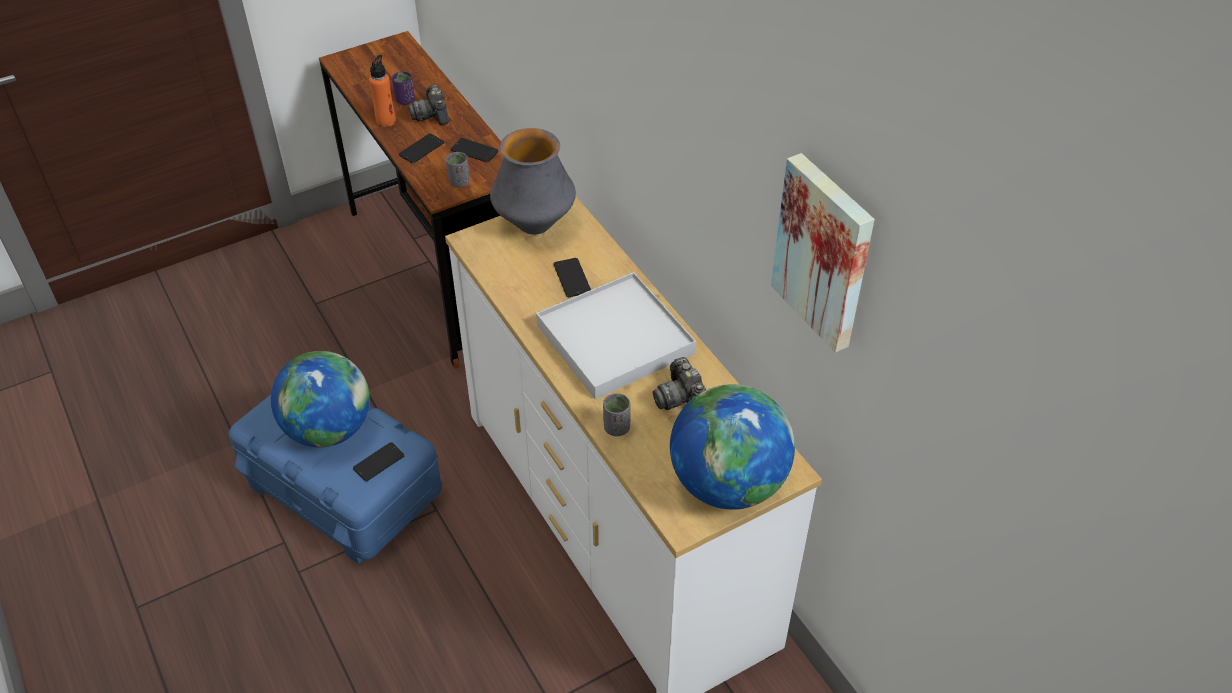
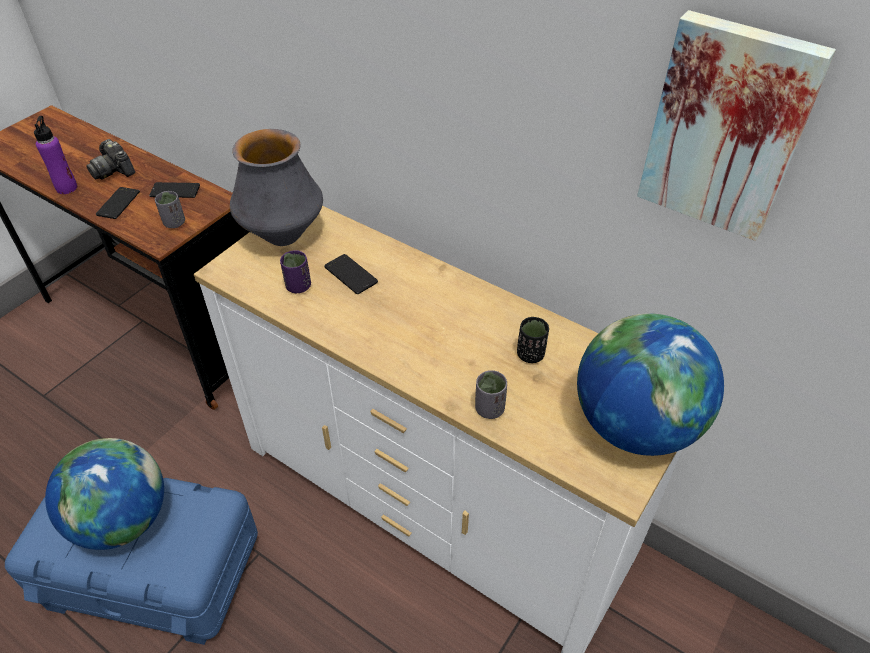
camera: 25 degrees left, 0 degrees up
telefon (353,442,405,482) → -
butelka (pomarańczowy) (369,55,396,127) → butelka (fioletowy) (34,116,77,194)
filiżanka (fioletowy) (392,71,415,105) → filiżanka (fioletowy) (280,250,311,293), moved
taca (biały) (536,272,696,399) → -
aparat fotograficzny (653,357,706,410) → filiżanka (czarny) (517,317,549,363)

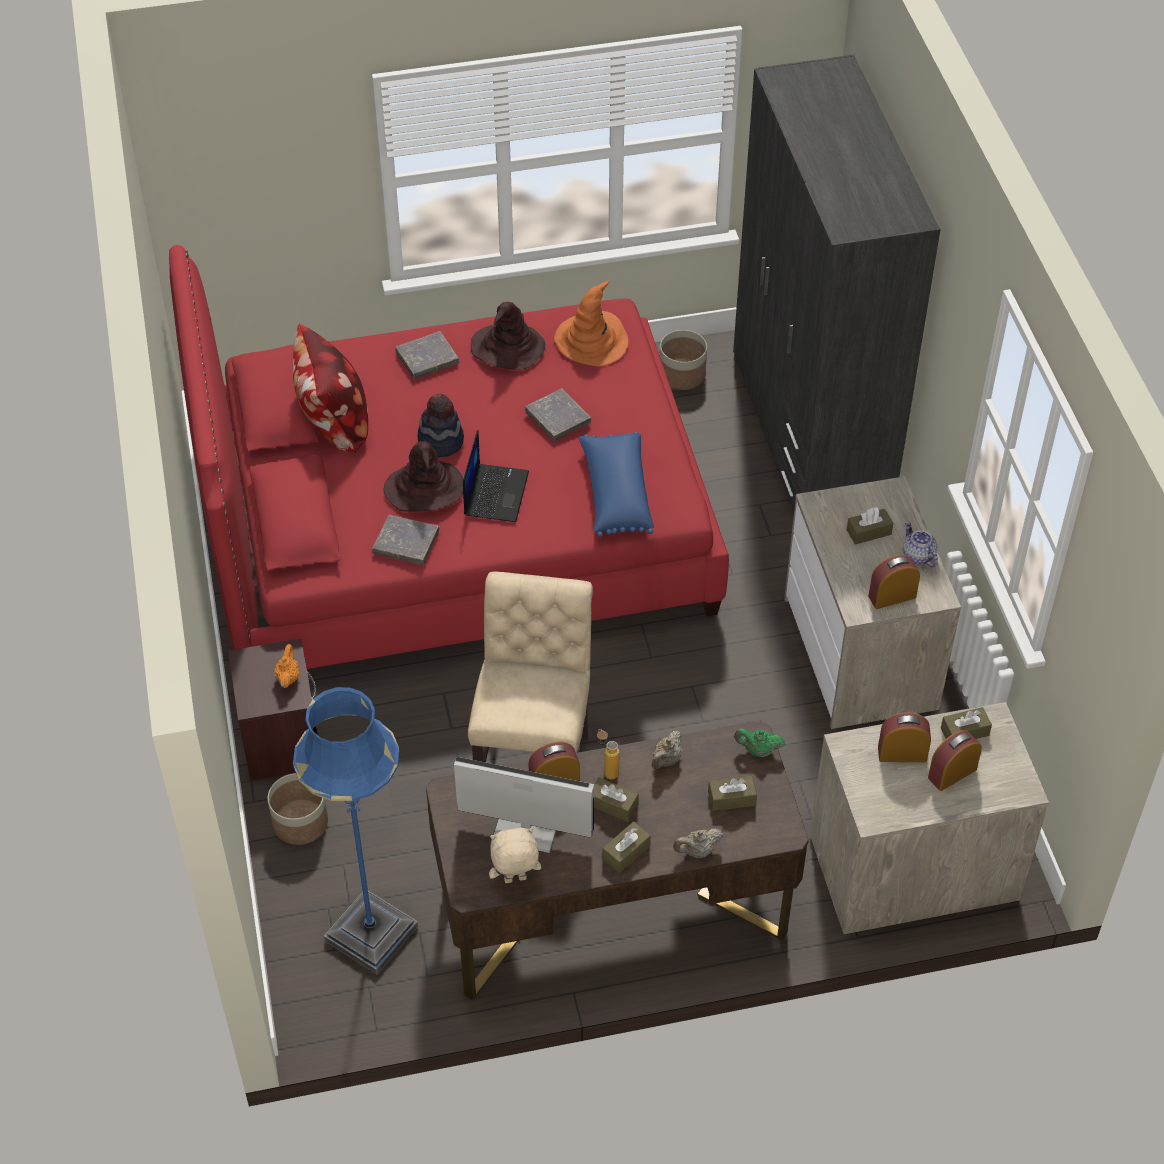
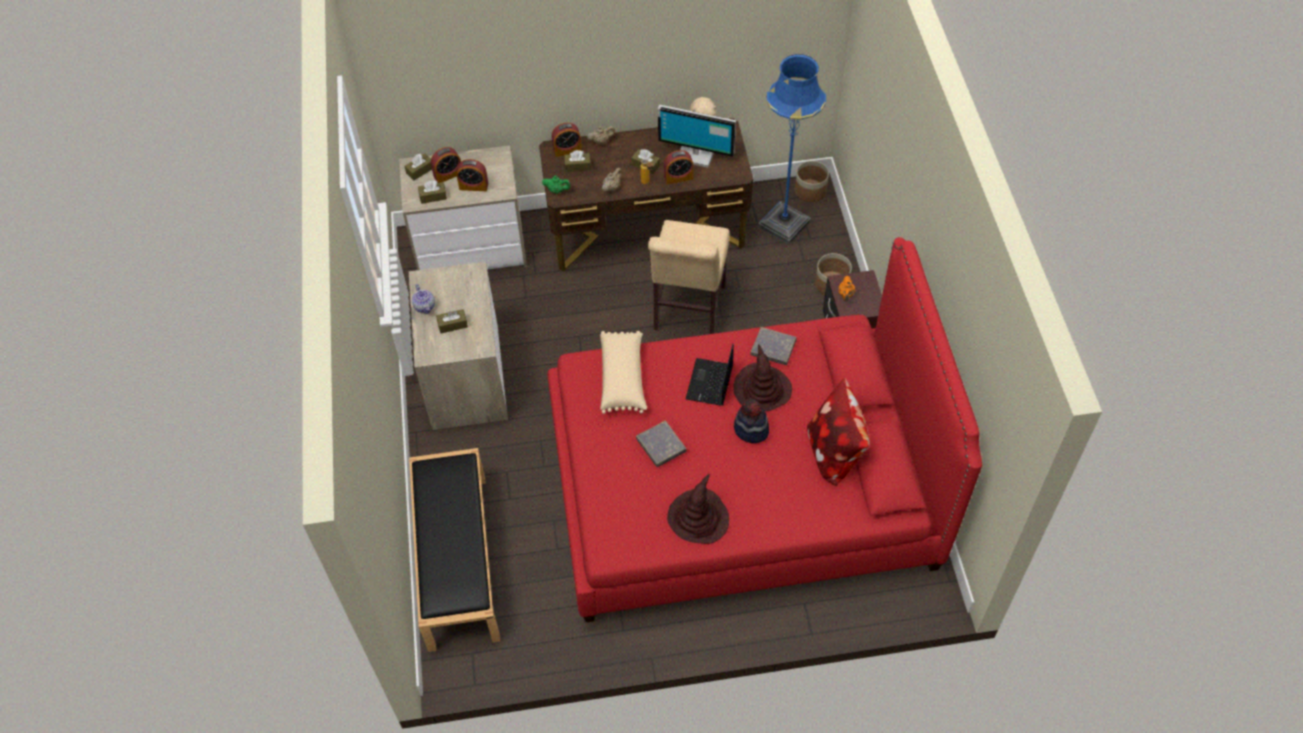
camera: 175 degrees left, 5 degrees up
książka (szary) (395,331,459,379) → -
kapelusz (pomarańczowy) (554,280,629,366) → -
poduszka (niebieski) (579,432,654,537) → poduszka (beżowy) (600,331,647,414)
pudełko chusteczek (brązowy) (602,821,651,873) → pudełko chusteczek (brązowy) (405,154,432,180), moved
donica (660,330,707,390) → donica (795,161,829,202), moved
szafa (szary) (733,55,941,512) → ławka (czarny) (409,448,500,652)
budzik (868,555,920,609) → budzik (552,123,582,157), moved

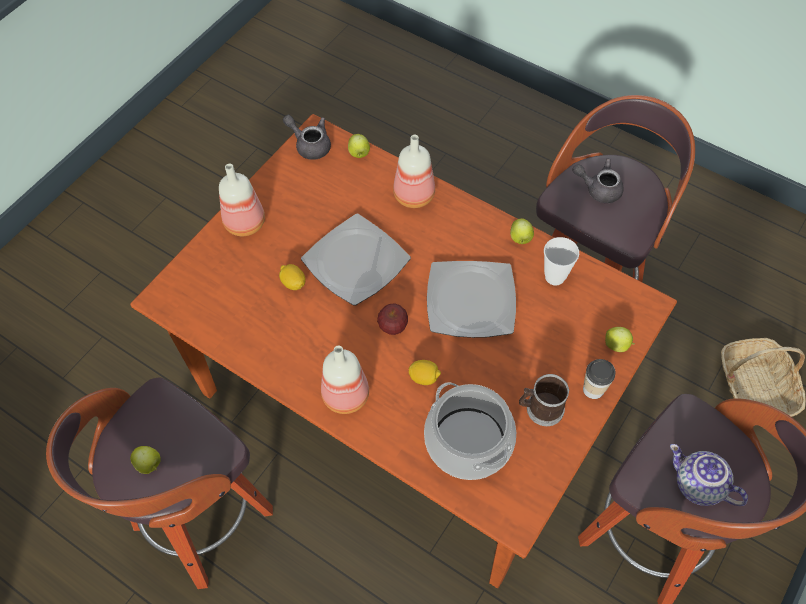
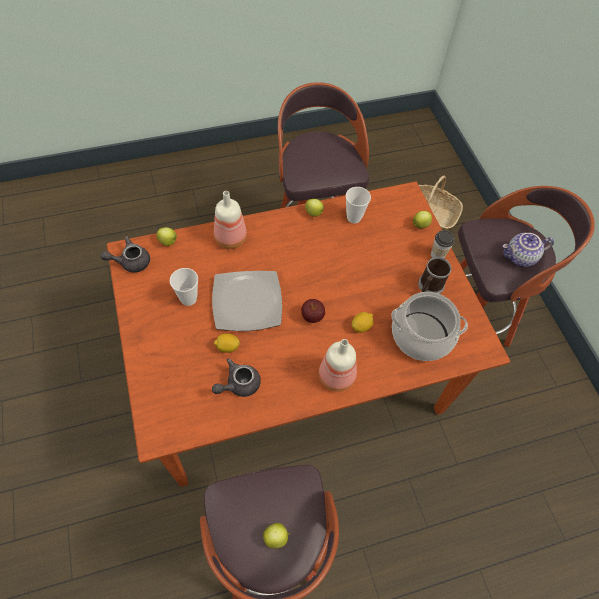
camera: 55 degrees left, 0 degrees up
butelka (219,164,265,236) → -
talerz (427,261,516,338) → -
imbryk (szary) (572,159,624,203) → imbryk (szary) (212,358,261,397), moved
- → filiżanka (170,268,198,306)

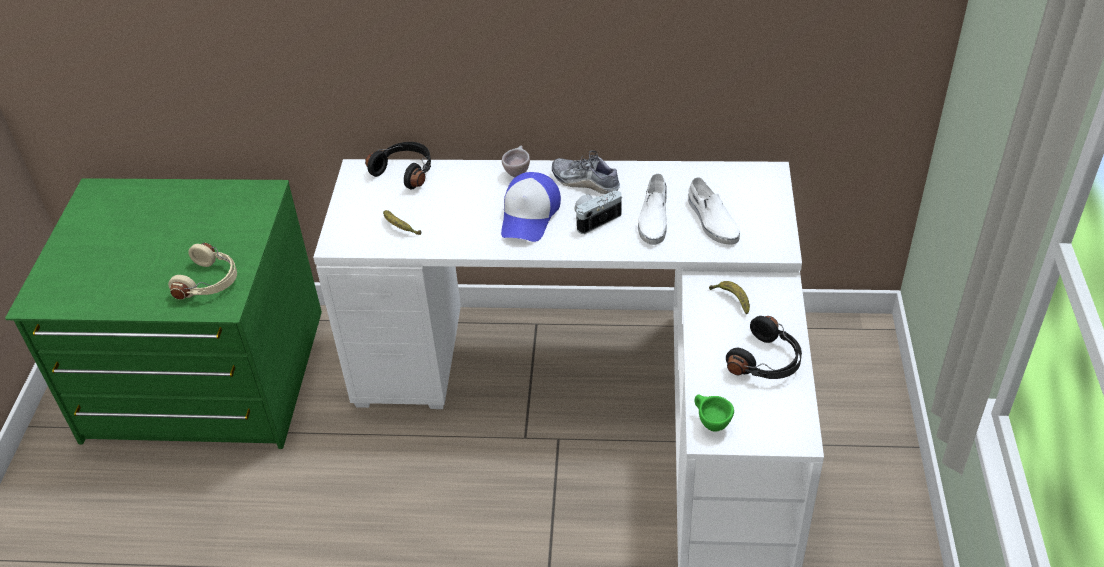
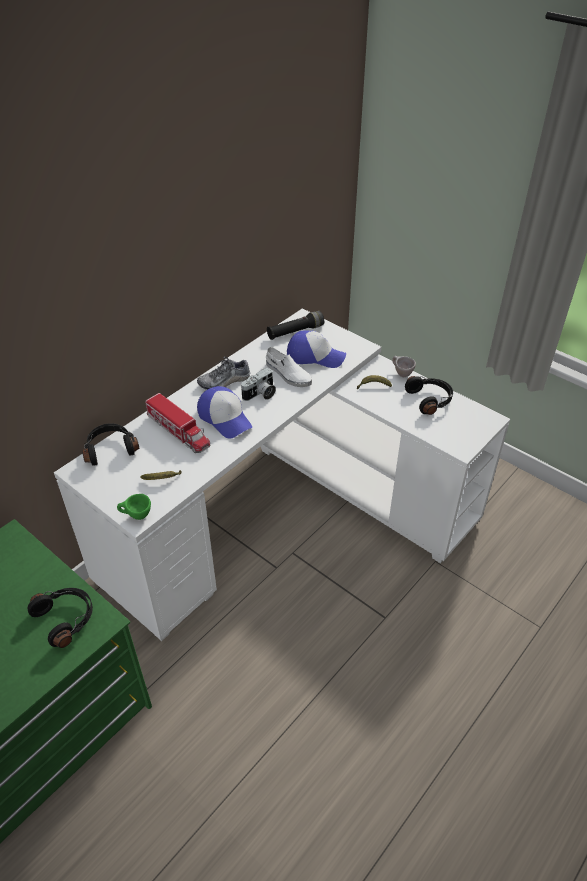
camera: 55 degrees left, 0 degrees up
słuchawki (beżowy) (168,243,237,300) → słuchawki (czarny) (28,588,93,648)
filiżanka (beżowy) (502,145,530,177) → filiżanka (beżowy) (392,356,416,377), moved
aparat fotograficzny (574,191,622,234) → aparat fotograficzny (241,368,276,401), 135 degrees counterclockwise
but (biały) (688,177,740,245) → czapka z daszkiem (287,330,346,368)
filiżanka (zielony) (694,395,734,432) → filiżanka (zielony) (117,494,151,520), moved
- → ciężarówka zabawkowa (145,393,210,453)
- → latarka (czarny) (267,311,324,340)

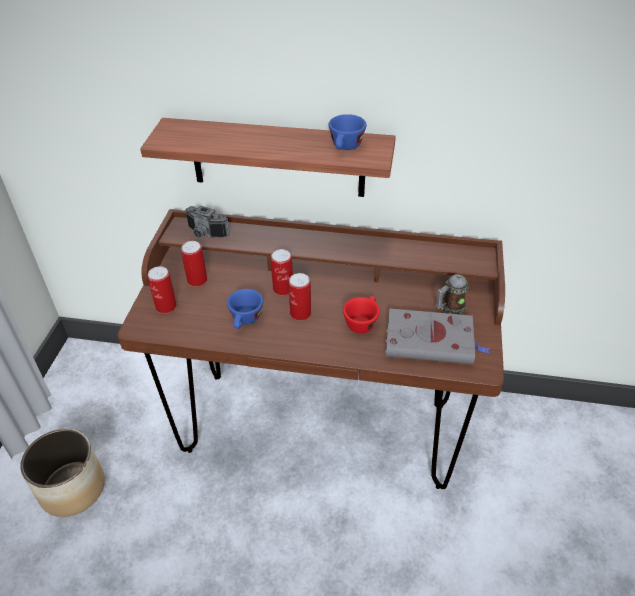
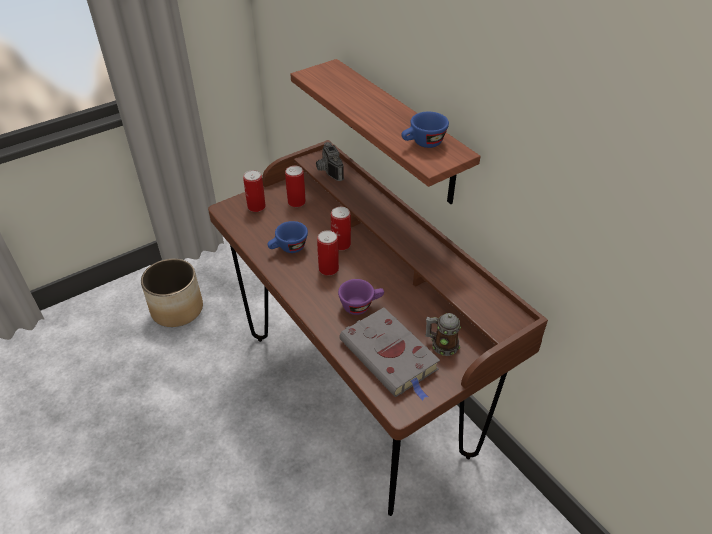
camera: 45 degrees right, 0 degrees up
filiżanka (czerwony) (343,296,380,334) → filiżanka (fioletowy) (338,279,384,315)

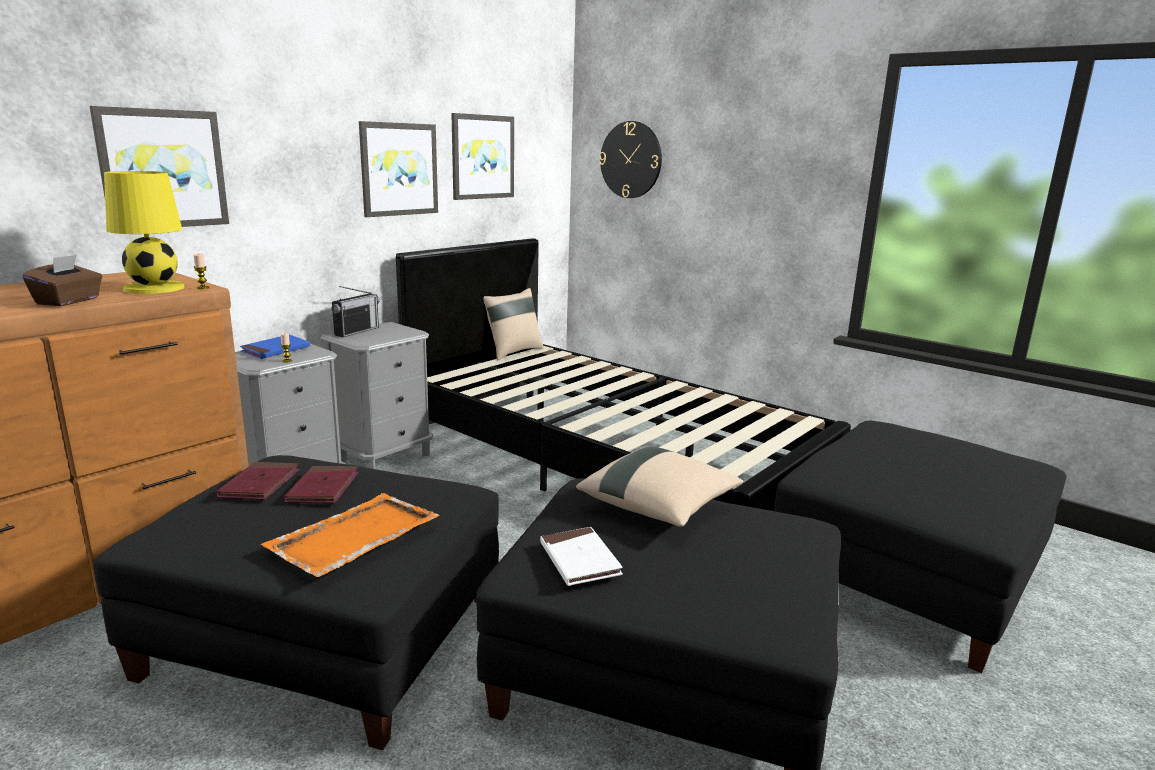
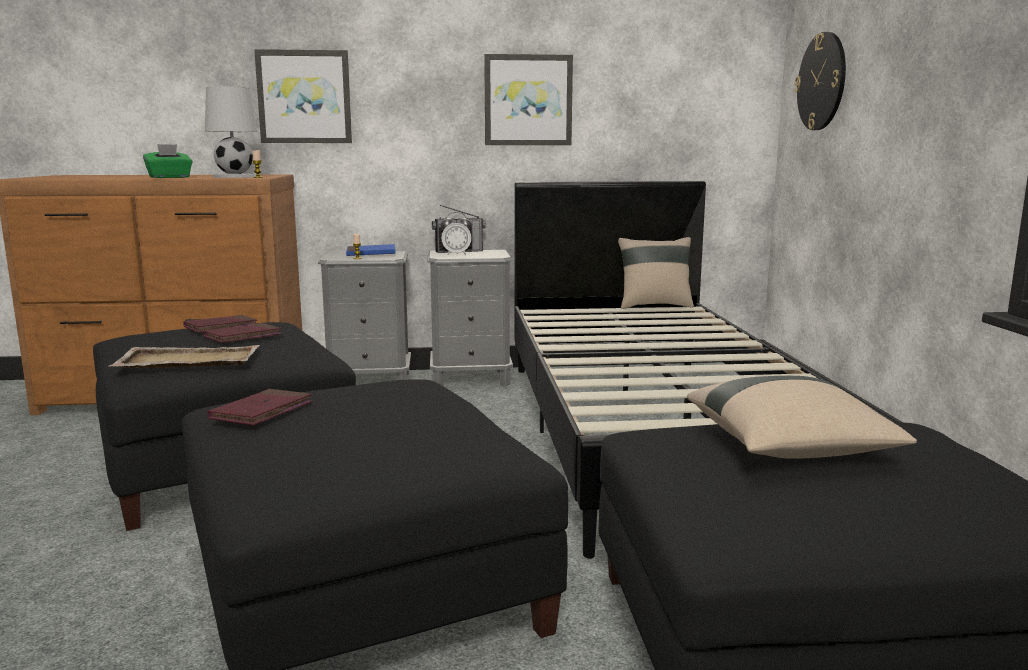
camera: 45 degrees right, 5 degrees down
pudełko chusteczek (brązowy) (22,254,102,306) → pudełko chusteczek (zielony) (143,144,193,178)
lampa stołowa (żółty) (104,171,185,294) → lampa stołowa (biały) (205,86,258,178)
taca (pomarańczowy) (261,493,440,577) → taca (beżowy) (110,345,260,368)
obraz (451,113,514,200) → -
książka (biały) (540,527,623,586) → książka (czerwony) (207,389,313,425)
poduszka (beżowy) (576,446,743,527) → poduszka (beżowy) (687,376,917,459), moved
- → budzik (440,212,472,255)

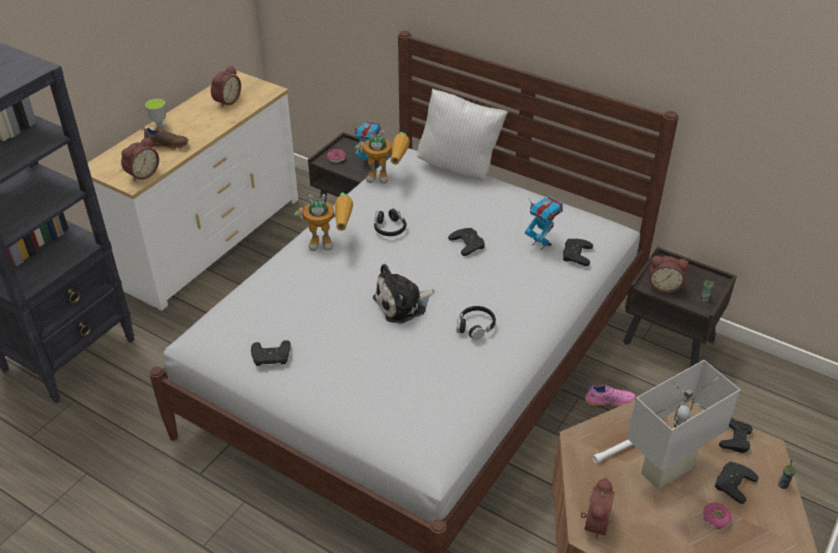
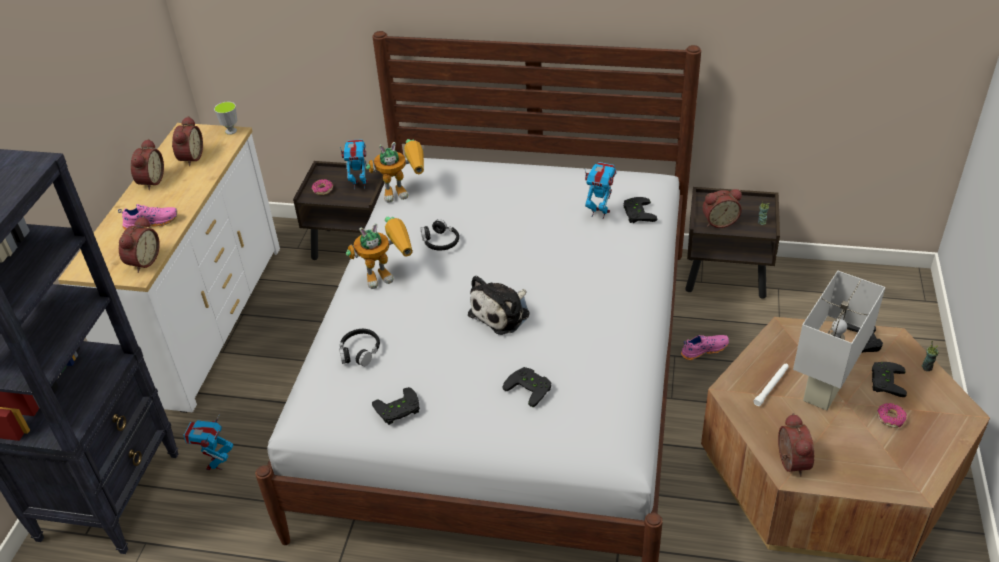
camera: 20 degrees left, 0 degrees up
but (brązowy) (141,127,188,150) → but (różowy) (118,204,177,230)
filiżanka (145,99,166,129) → filiżanka (214,102,237,135), moved
poduszka (biały) (417,88,508,181) → -
pad do gier (czarny) (448,228,485,256) → pad do gier (czarny) (503,367,552,407), moved
słuchawki (czarny) (456,306,496,341) → słuchawki (czarny) (339,329,380,367), moved
- → budzik (131,139,164,190)
- → robot zabawkowy (183,414,234,470)

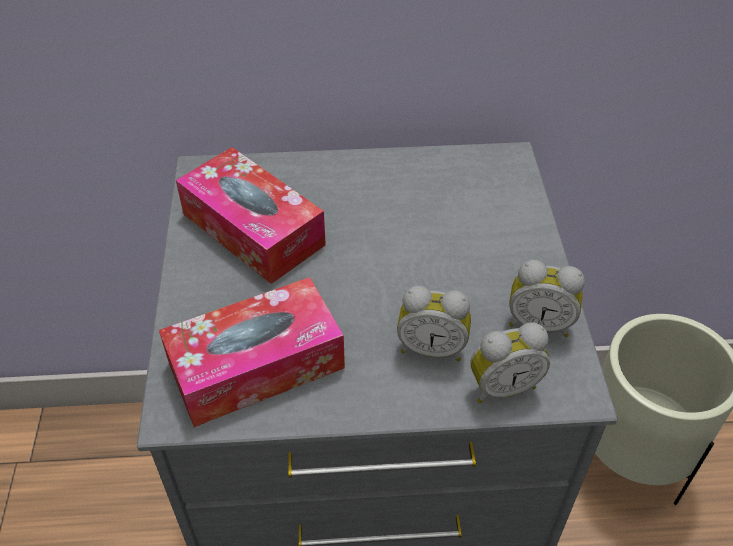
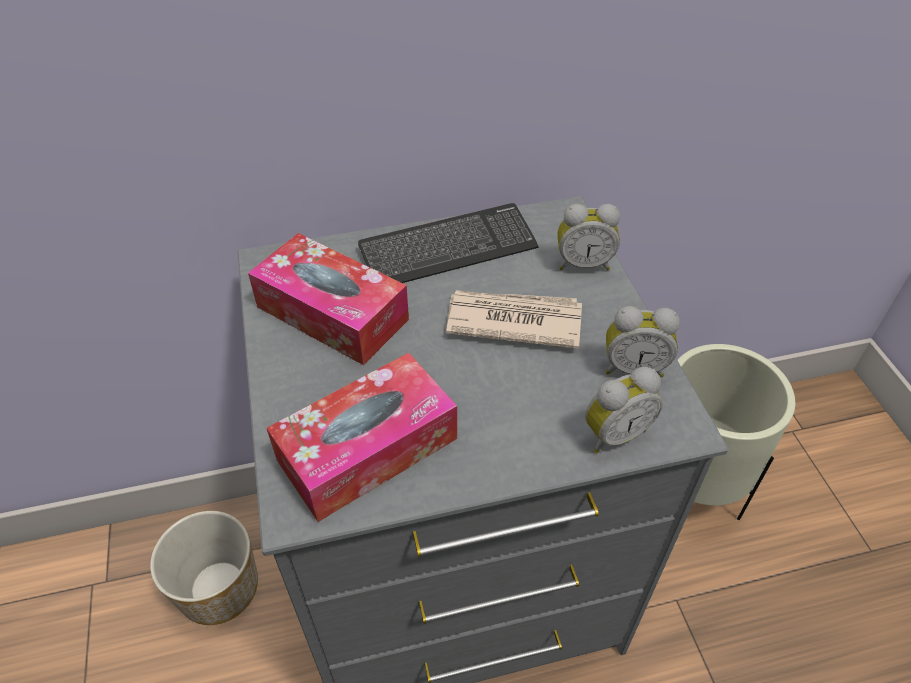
camera: 10 degrees left, 0 degrees up
budzik (397,286,471,362) → budzik (558,204,620,270), moved
- → donica (150,511,258,625)
- → klawiatura (358,203,539,283)
- → gazeta (446,290,582,349)

